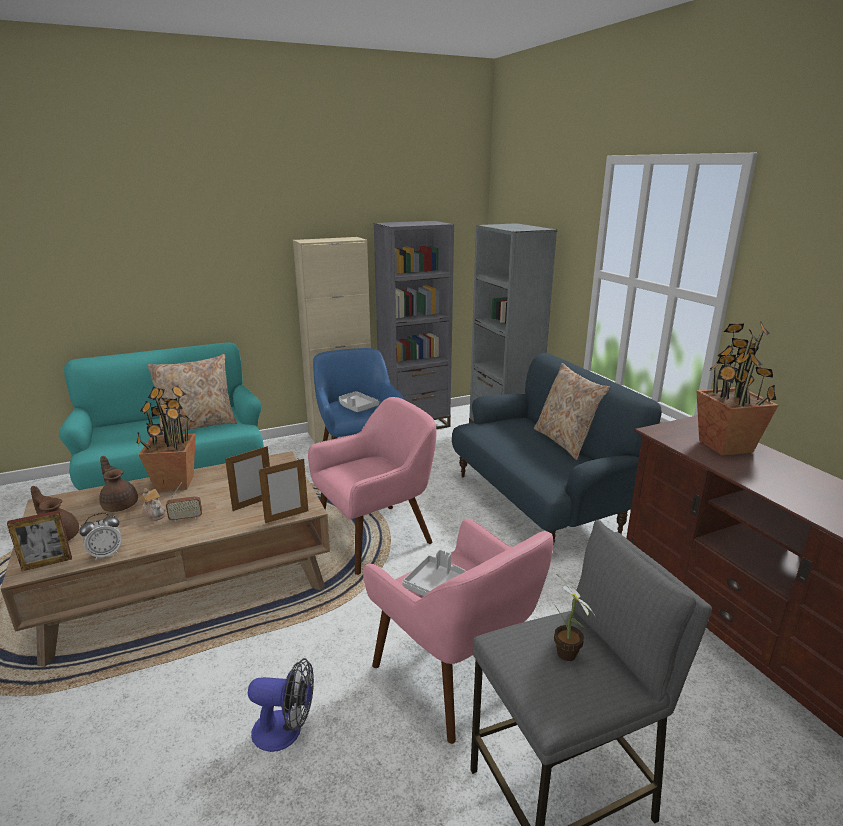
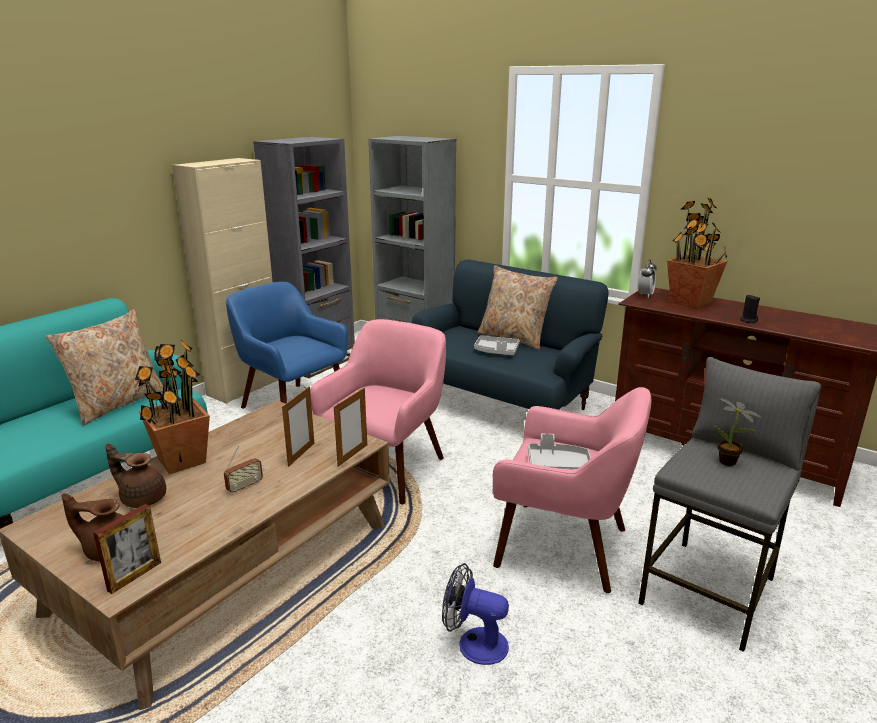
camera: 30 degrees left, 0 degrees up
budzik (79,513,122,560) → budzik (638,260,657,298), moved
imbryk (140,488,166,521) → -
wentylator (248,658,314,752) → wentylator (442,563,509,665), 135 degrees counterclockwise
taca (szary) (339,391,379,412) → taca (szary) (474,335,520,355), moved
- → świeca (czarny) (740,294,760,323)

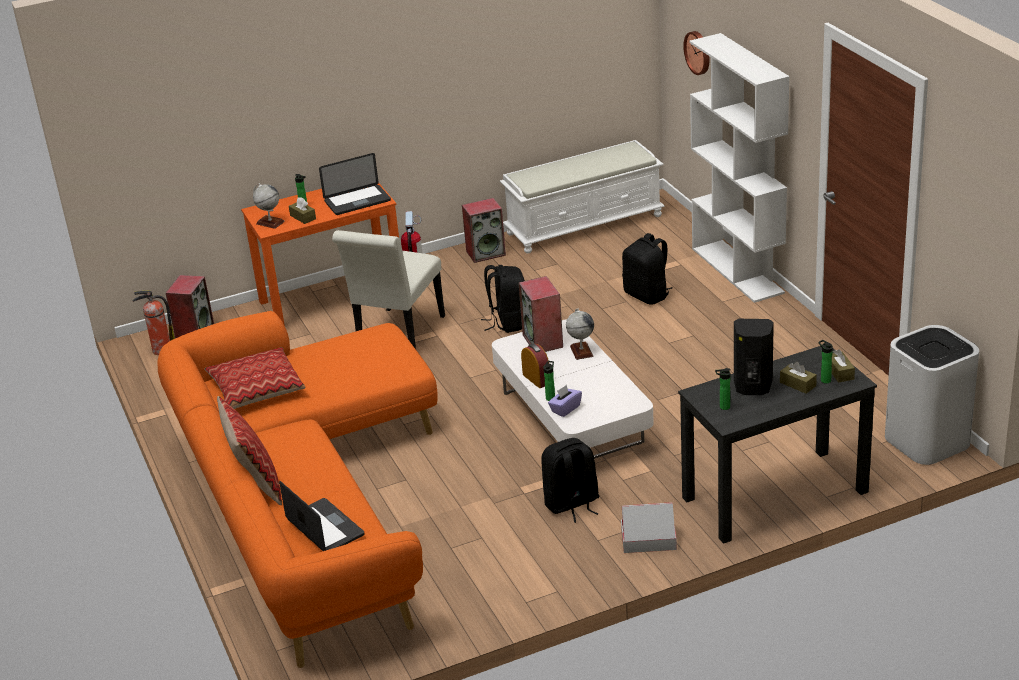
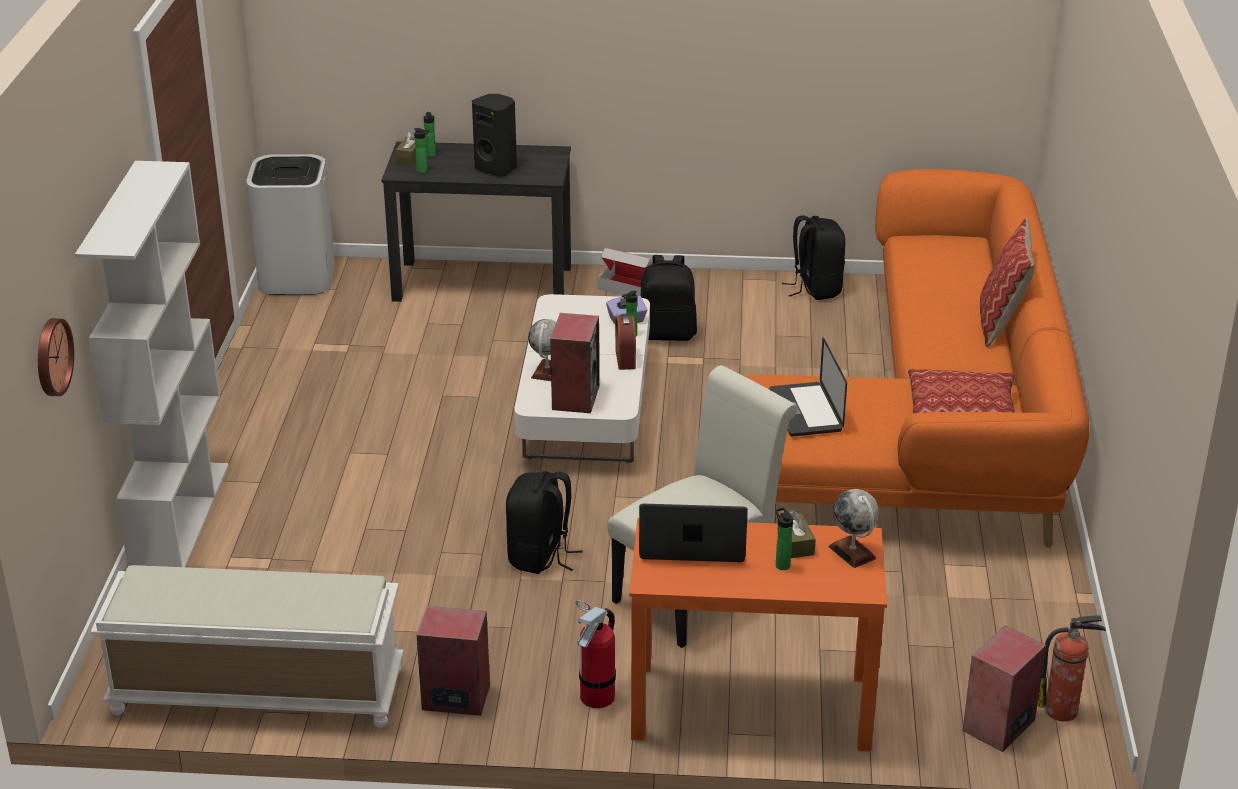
camera: 155 degrees left, 0 degrees up
laptop (279,481,365,551) → laptop (769,337,847,436), moved
plecak (czarny) (622,233,673,305) → plecak (czarny) (782,215,846,300), moved
butelka (715,368,731,410) → butelka (414,128,429,173), moved
pudełko chusteczek (brązowy) (780,362,817,394) → -

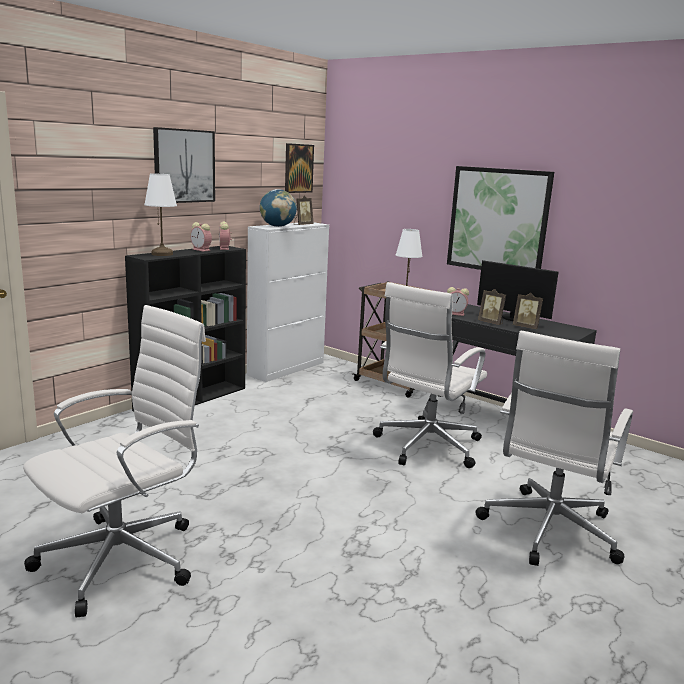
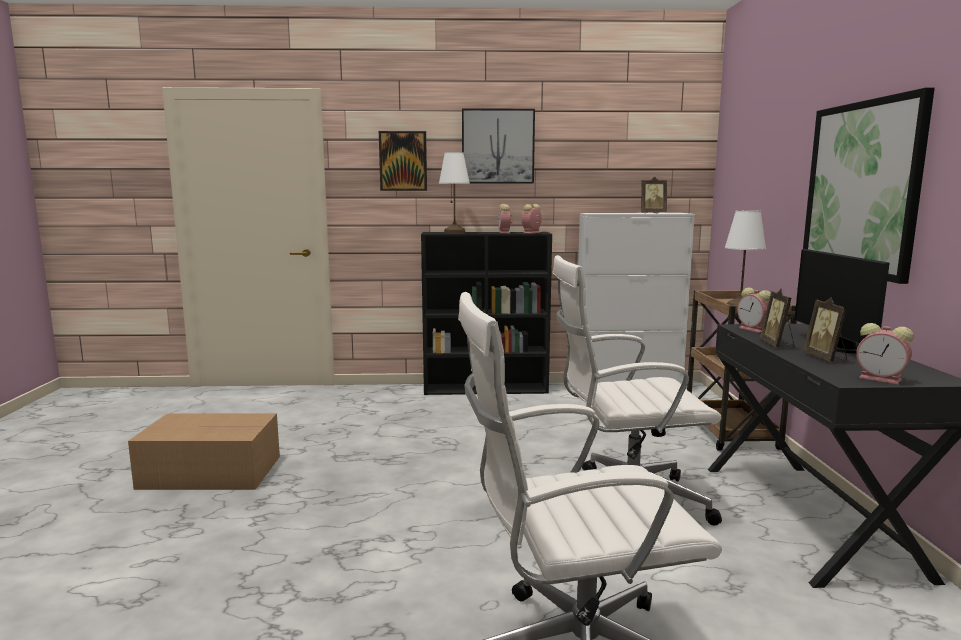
camera: 50 degrees right, 5 degrees down
krzesło biurowe (biały) (23,305,206,617) → karton (128,413,280,490)
globus (260,189,297,227) → -
obraz (285,143,314,193) → obraz (379,131,427,191), moved
- → budzik (856,323,914,385)

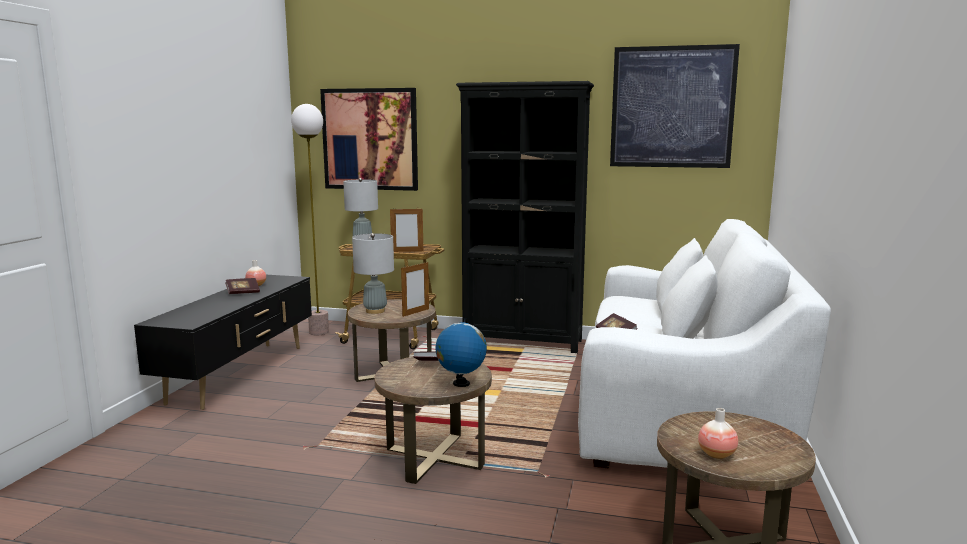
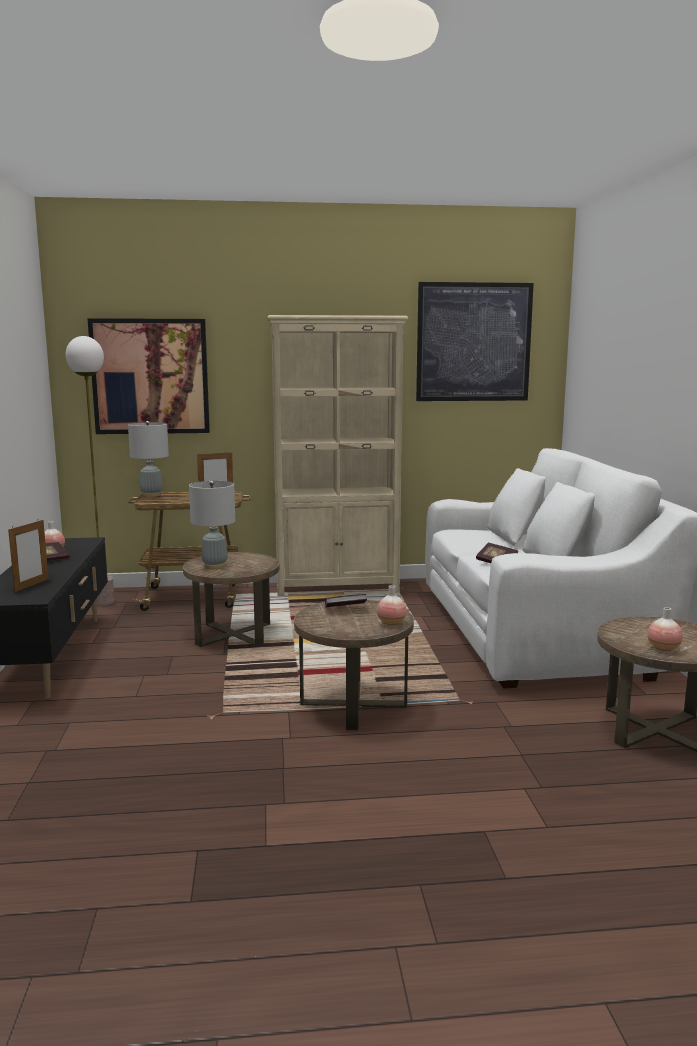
camera: 20 degrees left, 0 degrees up
ramka na zdjęcie (401,261,429,317) → ramka na zdjęcie (8,519,49,592), moved
globus (436,318,487,387) → wazon (377,585,407,625)
regał (czarny) (456,81,594,353) → regał (beżowy) (267,315,408,597)

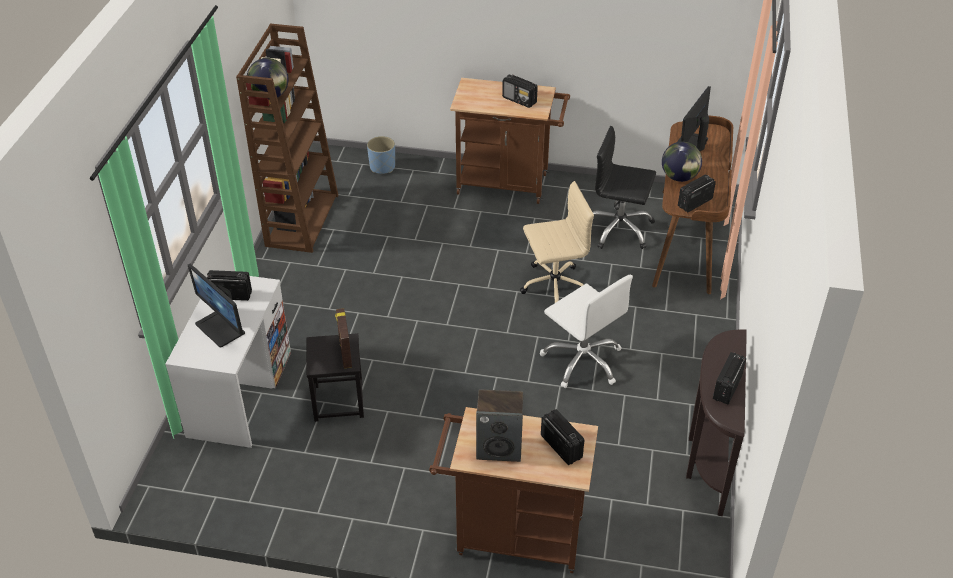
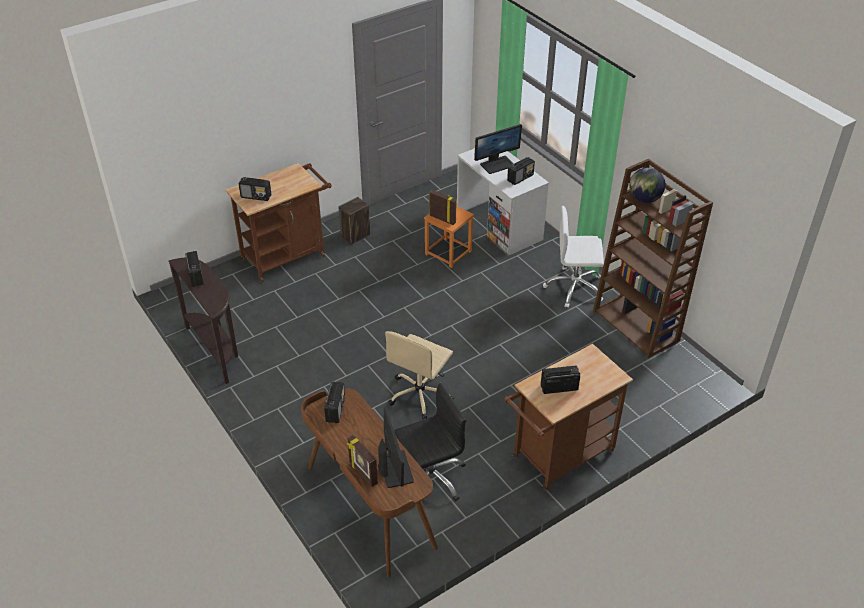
camera: 135 degrees right, 0 degrees up
monitor (188,264,245,348) → monitor (474,124,522,174), 150 degrees clockwise
stołek (czarny) (307,333,364,422) → stołek (pomarańczowy) (424,206,474,268)
donica (niebieski) (367,136,395,174) → -
głośnik (476,389,523,462) → głośnik (339,197,370,245), moved
krzesło biurowe (biały) (540,275,633,388) → krzesło biurowe (biały) (543,206,604,308), moved
globus (662,141,702,182) → -
- → ramka na zdjęcie (346,435,378,487)

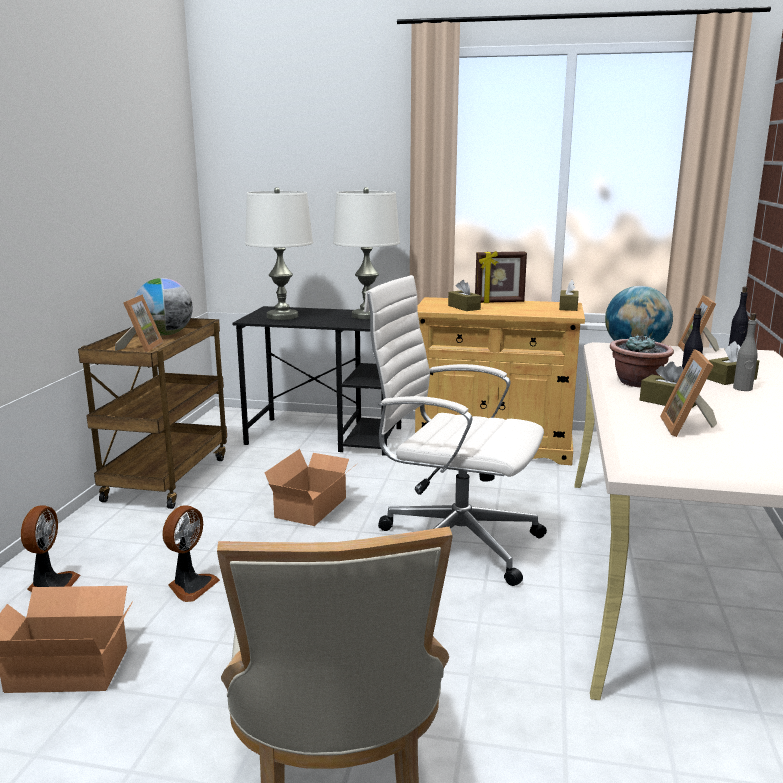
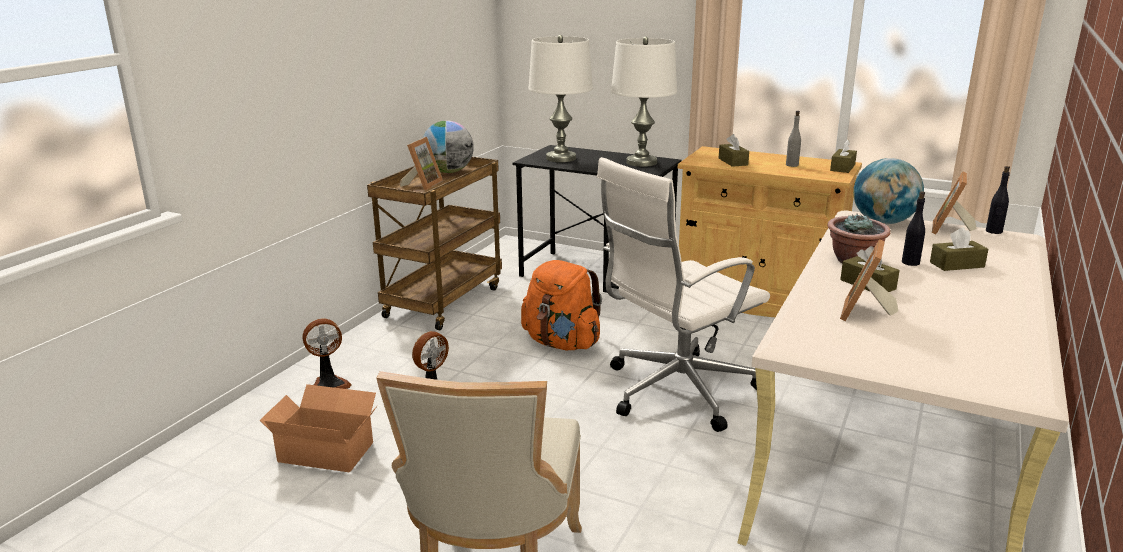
camera: 15 degrees right, 5 degrees up
wentylator (21,505,80,592) → wentylator (302,318,351,389), 45 degrees clockwise
karton (264,449,358,526) → plecak (pomarańczowy) (521,260,602,350)
krzesło biurowe (biały) (364,275,547,586) → krzesło biurowe (biały) (597,157,770,432), 75 degrees counterclockwise
ramka na zdjęcie (475,251,527,303) → -
butelka (szary) (733,313,758,391) → butelka (szary) (786,111,801,167), moved

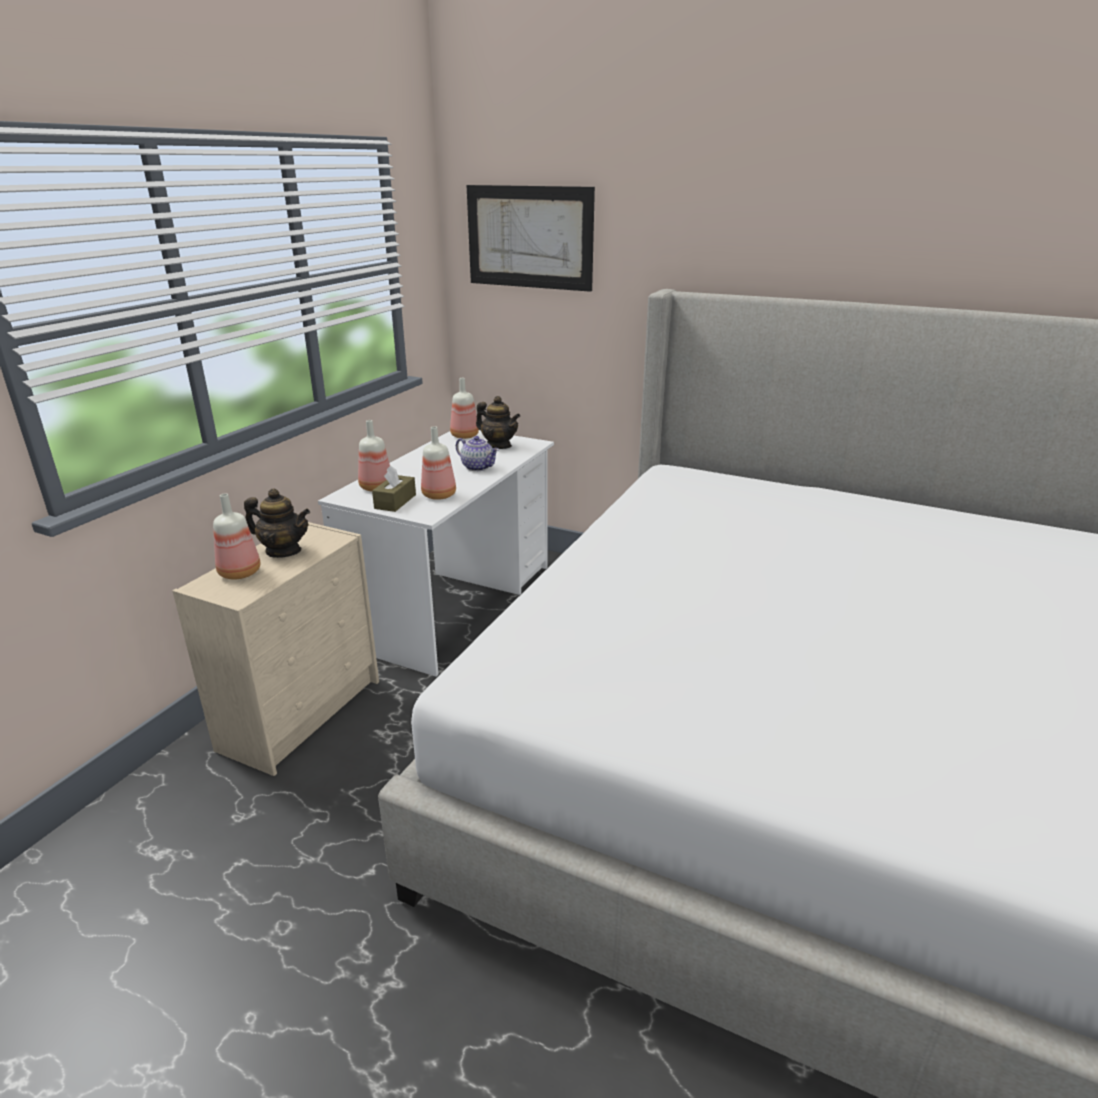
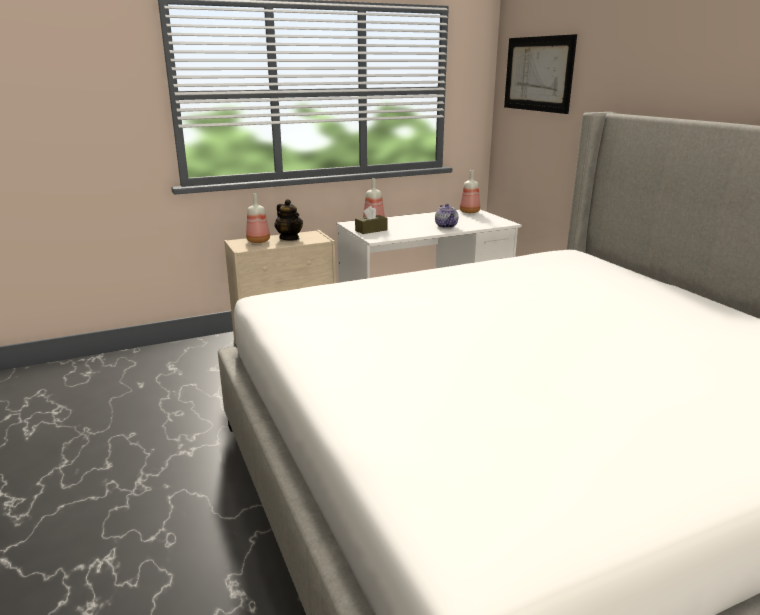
camera: 40 degrees right, 5 degrees down
butelka (421,426,456,500) → -
imbryk (476,396,520,449) → -

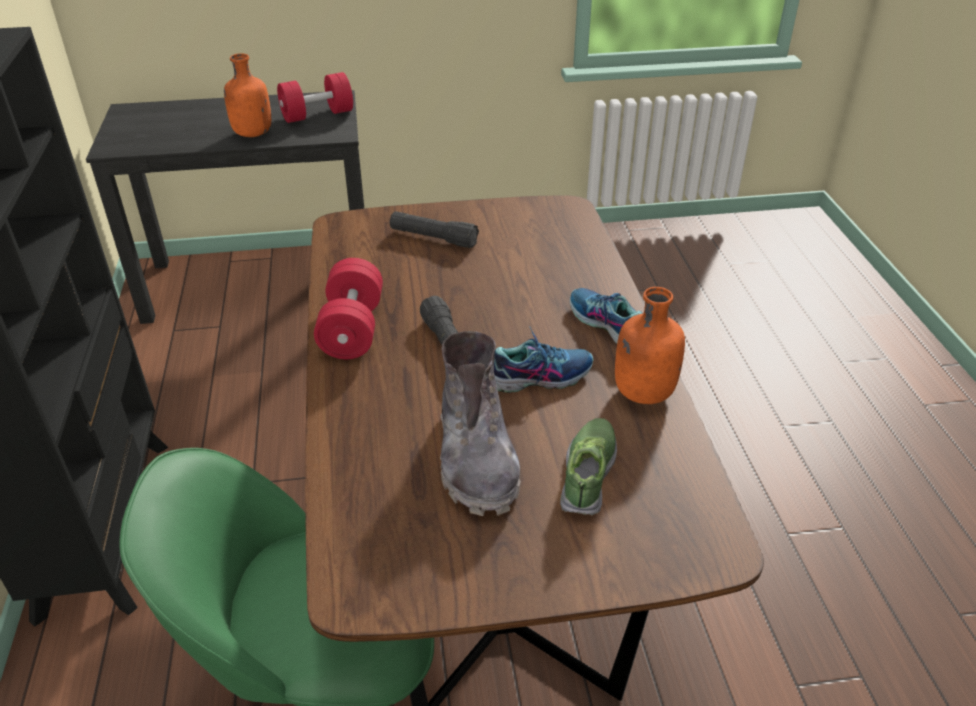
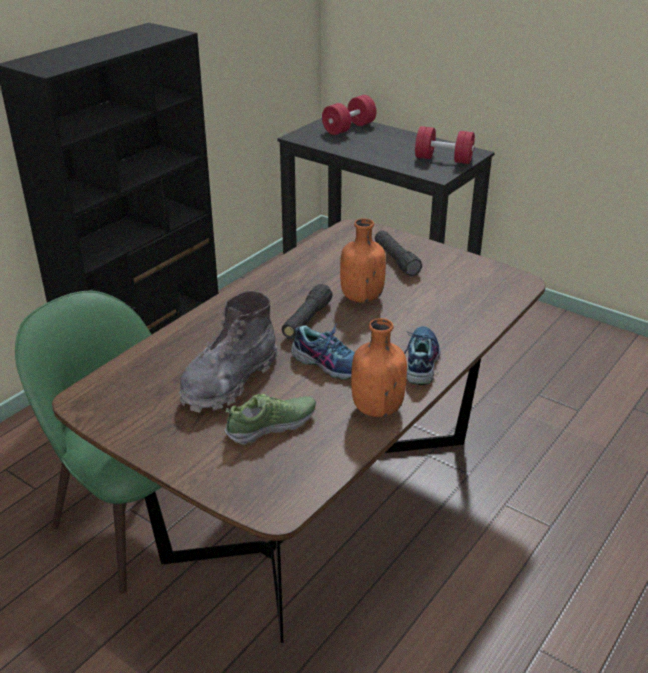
camera: 45 degrees right, 5 degrees down
butelka (pomarańczowy) (224,53,271,137) → butelka (pomarańczowy) (340,218,386,303), moved
hantel (czerwony) (314,258,383,359) → hantel (czerwony) (322,95,376,135), moved

